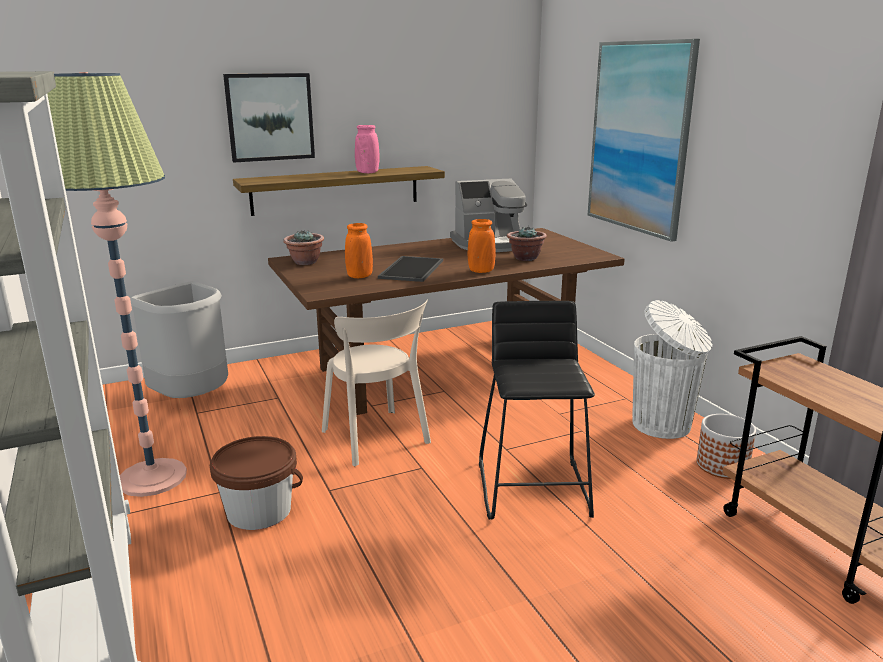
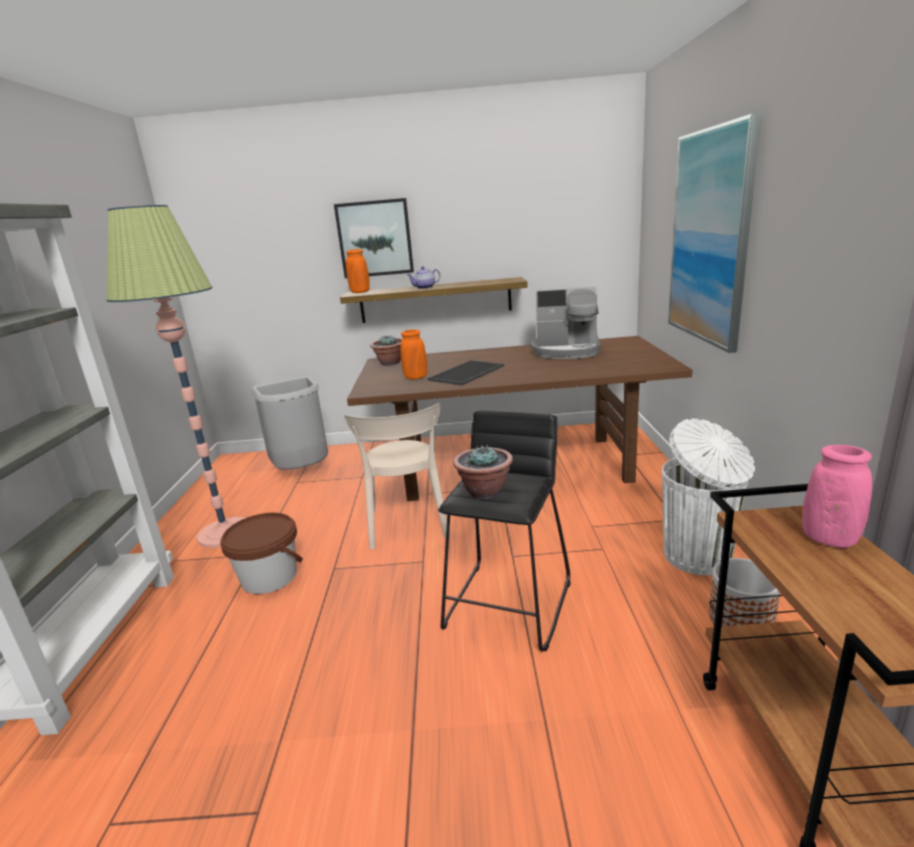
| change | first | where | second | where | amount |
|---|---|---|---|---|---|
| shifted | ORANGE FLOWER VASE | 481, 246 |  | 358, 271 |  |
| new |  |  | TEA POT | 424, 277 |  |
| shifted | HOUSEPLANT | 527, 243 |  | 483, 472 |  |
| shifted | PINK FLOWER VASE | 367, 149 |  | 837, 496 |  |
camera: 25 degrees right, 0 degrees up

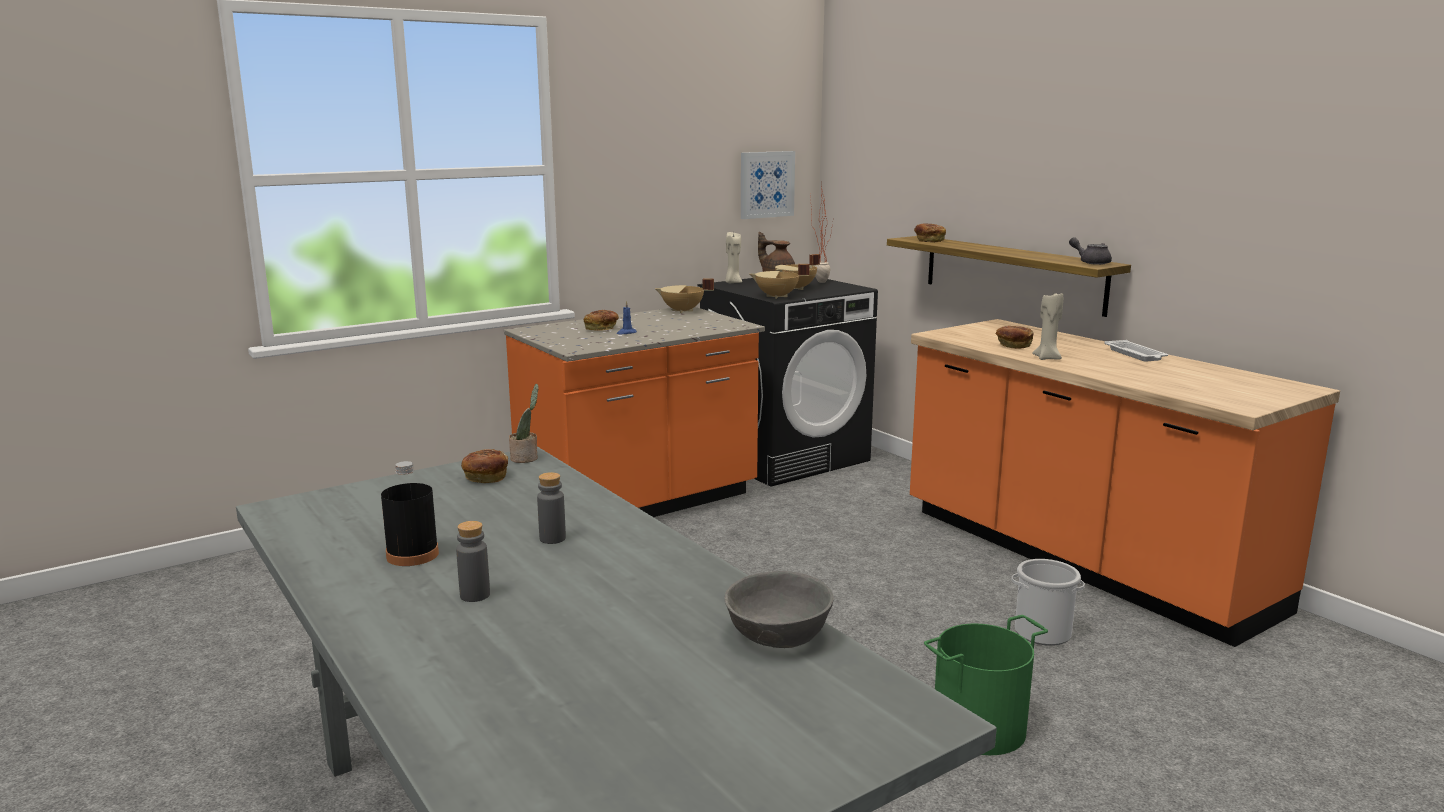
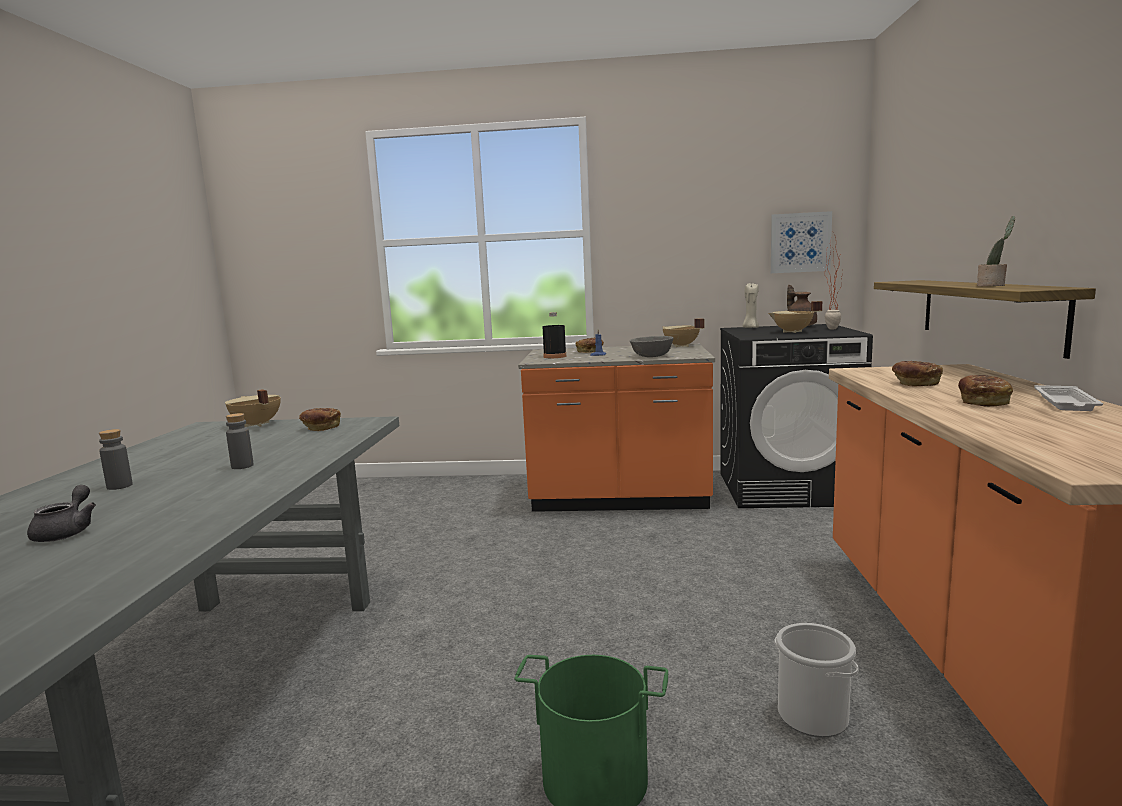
| change | first | where | second | where | amount |
|---|---|---|---|---|---|
| shifted | GREY TEA POT | 1090, 251 |  | 61, 513 |  |
| shifted | BEIGE-COLOURED STOCKPOT | 780, 281 |  | 253, 408 |  |
| shifted | BLACKISH DRINK BOTTLE | 410, 513 |  | 554, 335 |  |
| shifted | GREY DEEP DISH | 779, 609 |  | 651, 346 |  |
| shifted | BAKED BREAD | 930, 233 |  | 985, 391 |  |
| shifted | HOUSEPLANT | 524, 423 |  | 996, 251 |  |
| gone | BEIGE-COLOURED CANDLE | 1047, 326 |  |  |  |
camera: 40 degrees right, 5 degrees down

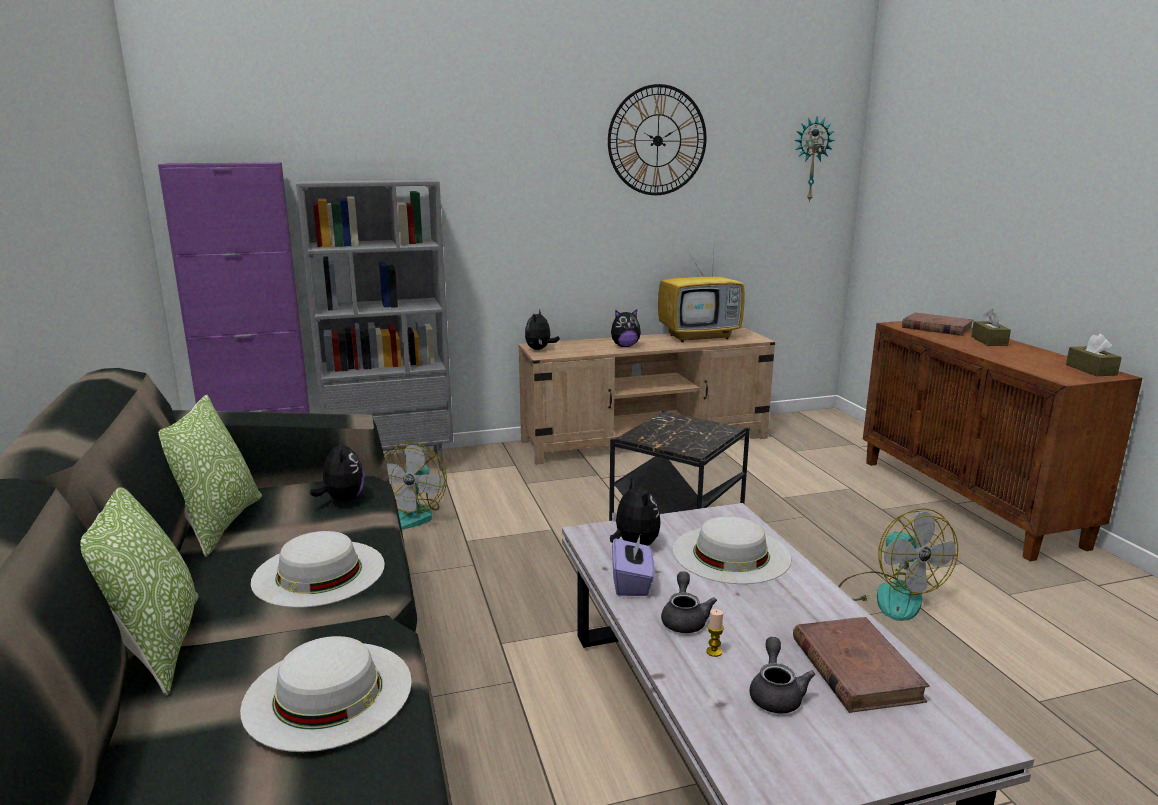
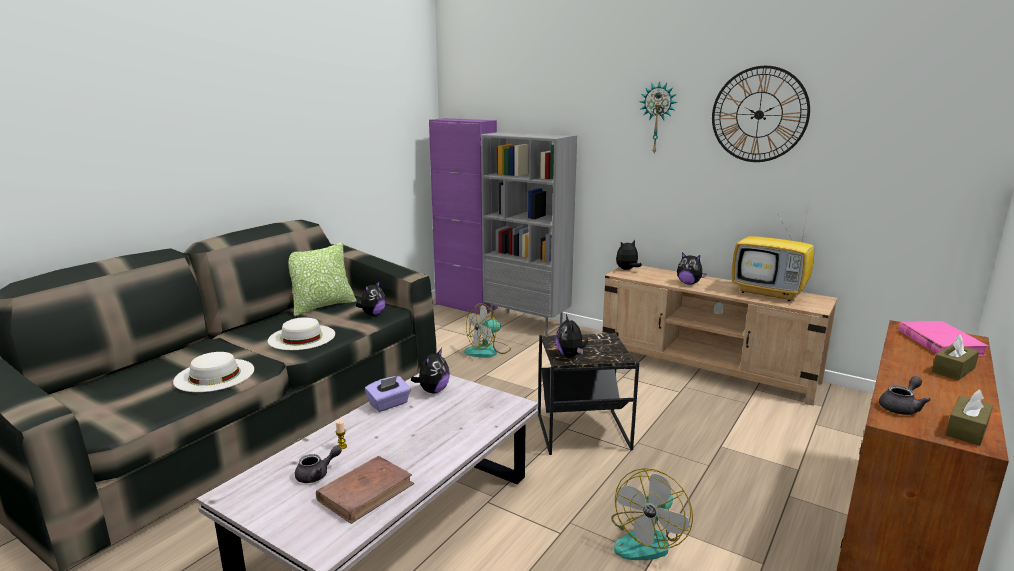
| change | first | where | second | where | amount |
|---|---|---|---|---|---|
| new |  |  | CUDDLY TOY | 572, 336 |  |
| shifted | CLOCK ON THE WALL | 814, 159 |  | 658, 117 |  |
| shifted | GREY TEA POT | 689, 602 |  | 905, 395 |  |
| repainted | BROWN BOUND BOOK | 938, 324 | PINK BOUND BOOK | 944, 338 |  |
| gone | PILLOW | 140, 591 |  |  |  |
| gone | WHITISH CLOTHING HAT | 732, 550 |  |  |  |
camera: 50 degrees right, 0 degrees up

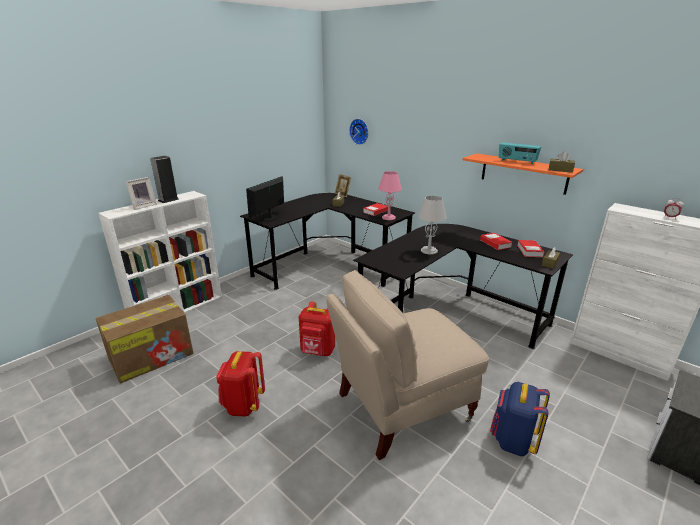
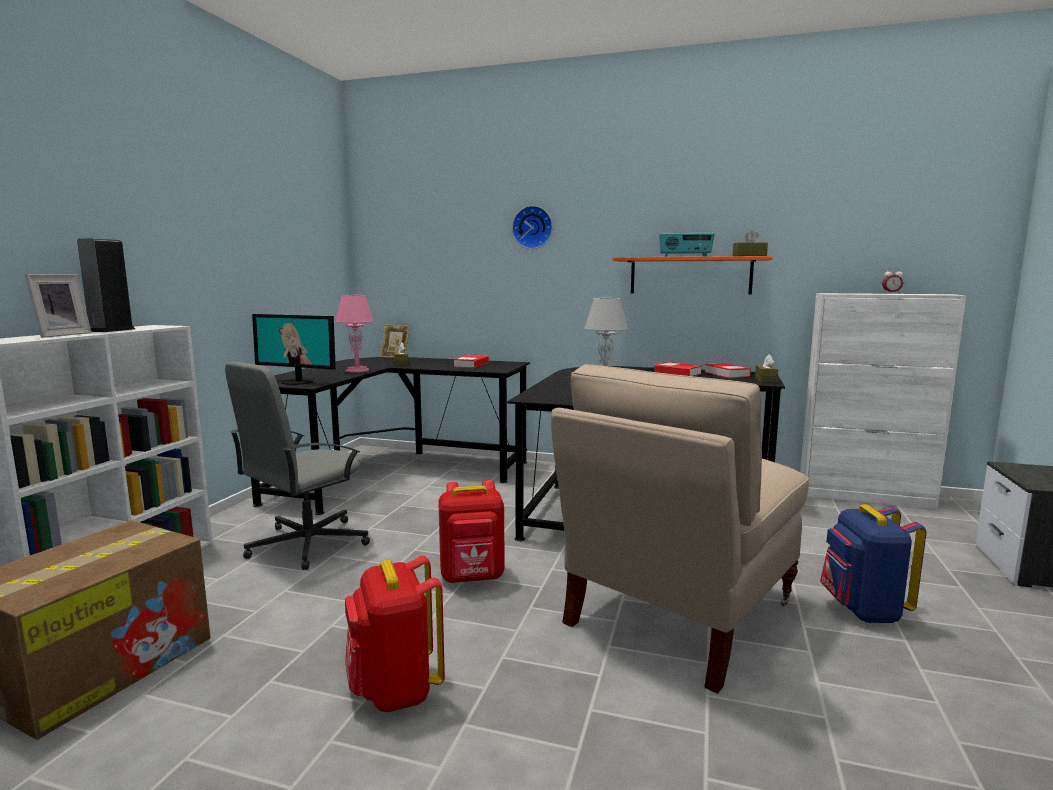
| change | first | where | second | where | amount |
|---|---|---|---|---|---|
| new |  |  | GREY DESK CHAIR | 297, 465 |  |
| rotated | MONITOR | 265, 198 |  | 294, 349 | 75 degrees counterclockwise |
| shifted | PINK TABLETOP LAMP | 390, 195 |  | 354, 334 |  |
| shifted | CLOCK ON THE WALL | 358, 132 |  | 532, 227 |  |
camera: 25 degrees left, 15 degrees down

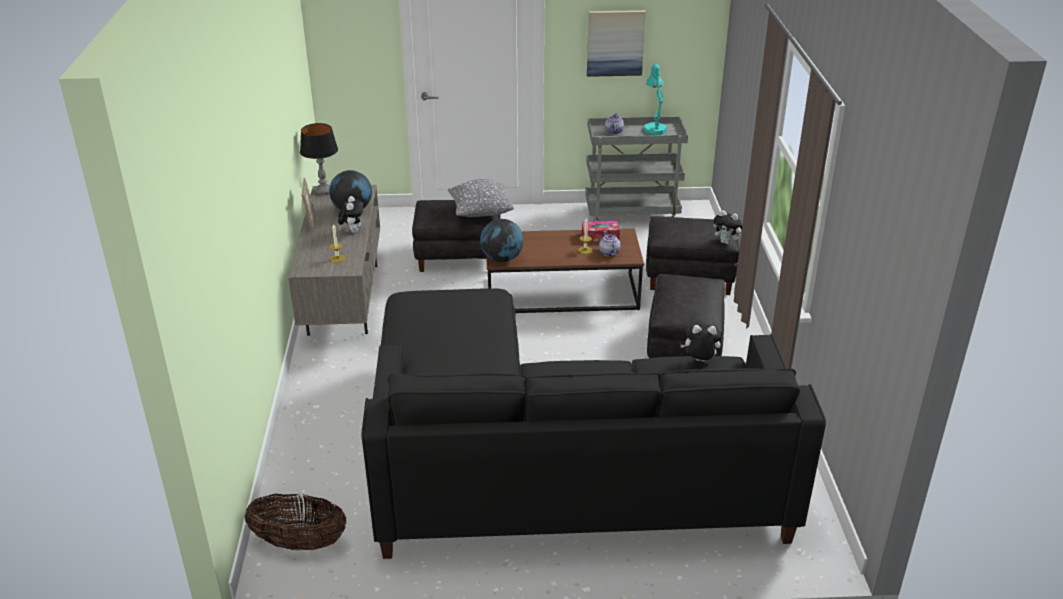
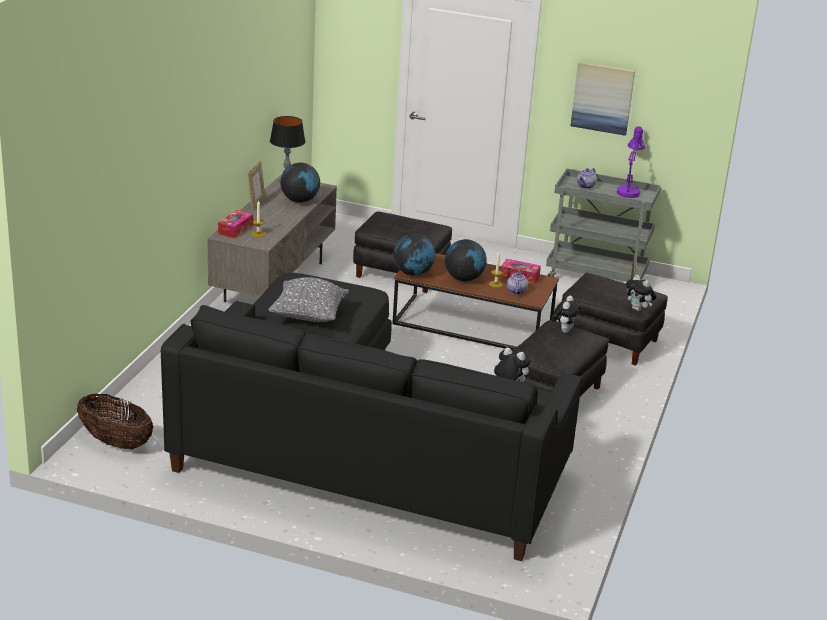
| change | first | where | second | where | amount |
|---|---|---|---|---|---|
| new |  |  | TISSUE BOX | 235, 224 |  |
| shifted | GREY PILLOW | 481, 198 |  | 309, 299 |  |
| new |  |  | DESK GLOBE | 466, 260 |  |
| shifted | CUDDLY TOY | 351, 214 |  | 566, 314 |  |
| repainted | BLUE-GREEN TABLETOP LAMP | 655, 99 | PURPLE TABLETOP LAMP | 631, 162 |  |
camera: 20 degrees right, 5 degrees down

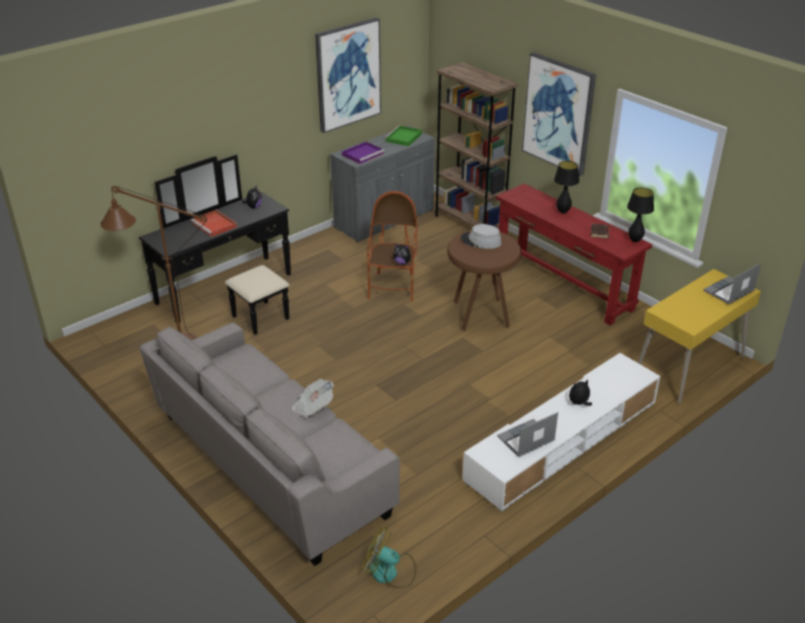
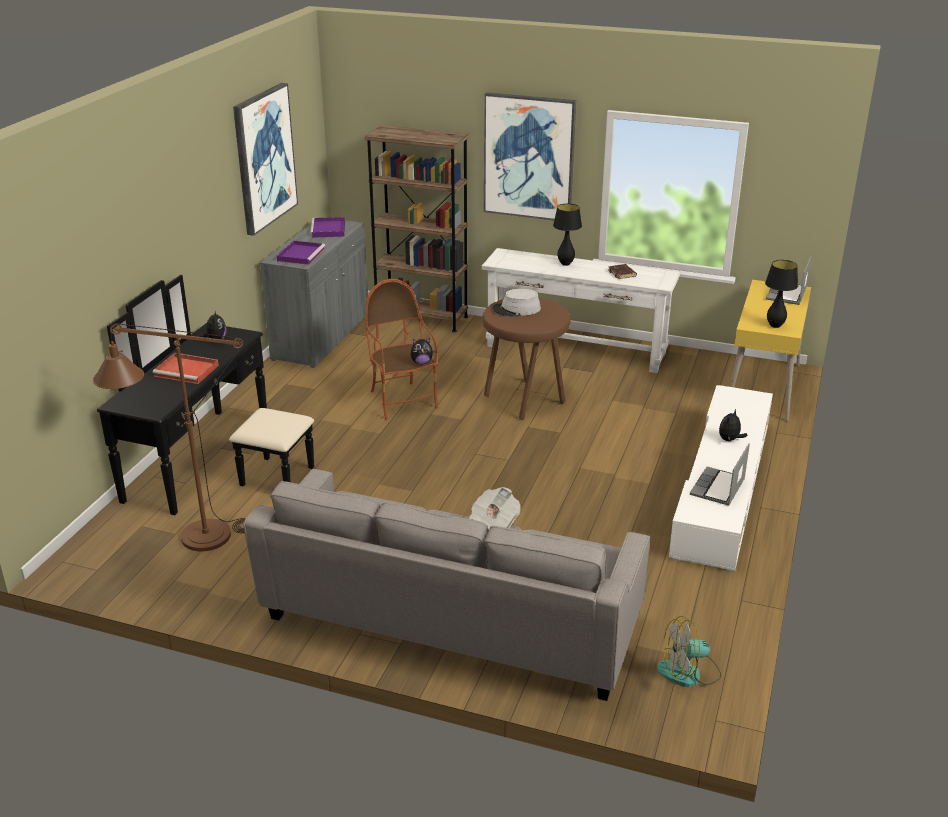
| change | first | where | second | where | amount |
|---|---|---|---|---|---|
| repainted | GREEN TRAY | 403, 136 | PURPLE TRAY | 327, 227 |  |
| repainted | REDDISH HALL TABLE | 574, 254 | WHITISH HALL TABLE | 581, 310 |  |
| shifted | BLACKISH TABLETOP LAMP | 640, 215 |  | 781, 294 |  |
camera: 30 degrees left, 5 degrees down

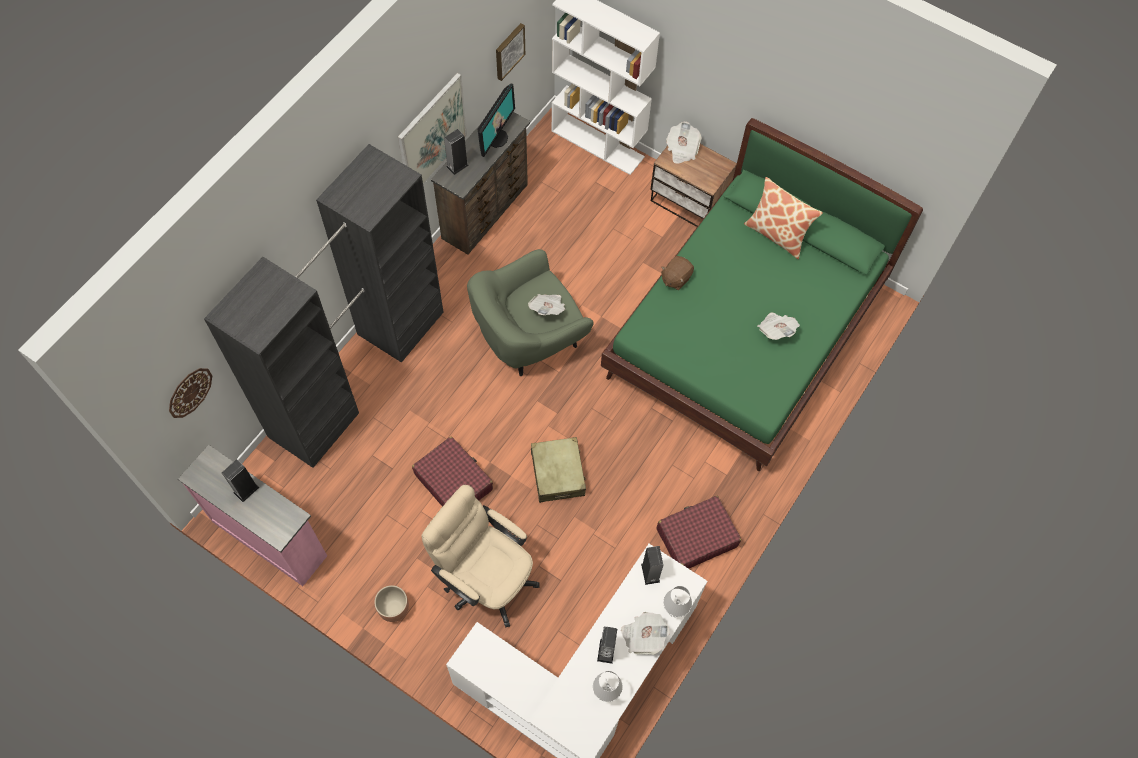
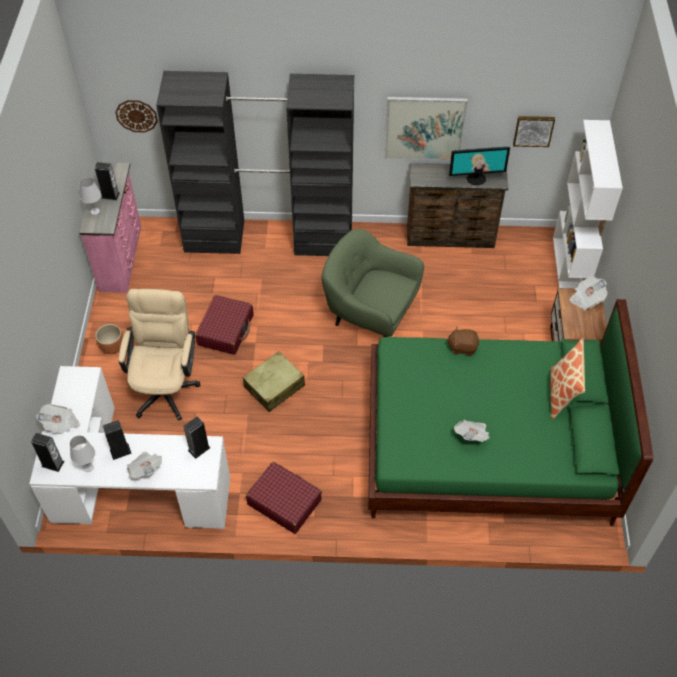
| change | first | where | second | where | amount |
|---|---|---|---|---|---|
| shifted | SPEAKER | 456, 152 |  | 47, 452 |  |
| shifted | DAILY PAPER | 546, 304 |  | 58, 419 |  |
| shifted | WHITISH TABLETOP LAMP | 677, 601 |  | 90, 196 |  |
camera: 60 degrees right, 10 degrees down

